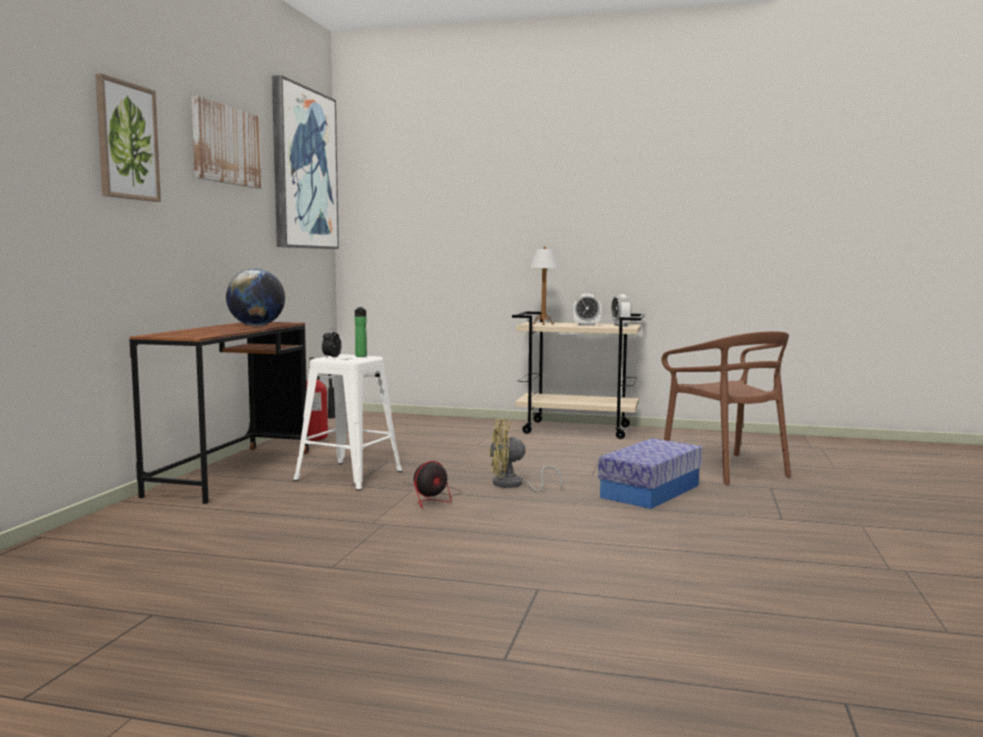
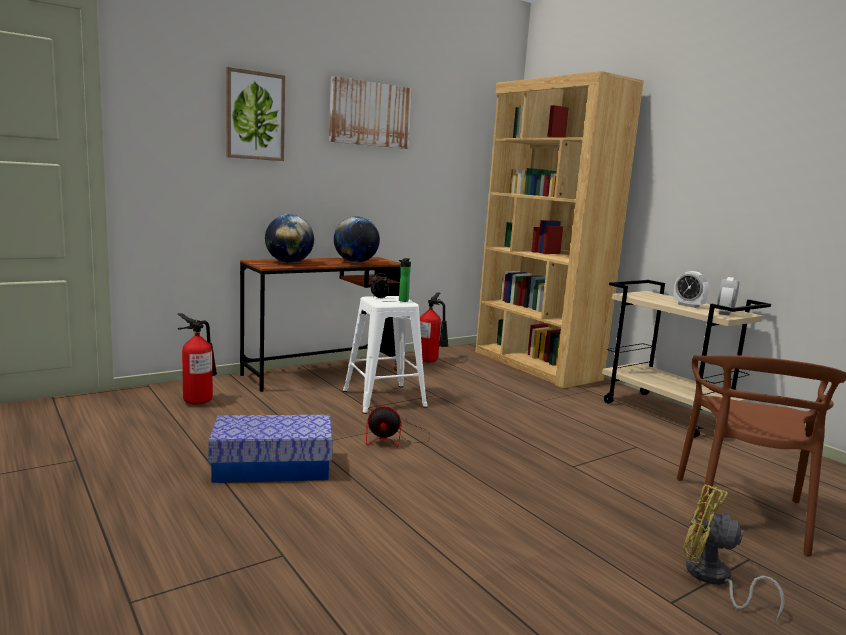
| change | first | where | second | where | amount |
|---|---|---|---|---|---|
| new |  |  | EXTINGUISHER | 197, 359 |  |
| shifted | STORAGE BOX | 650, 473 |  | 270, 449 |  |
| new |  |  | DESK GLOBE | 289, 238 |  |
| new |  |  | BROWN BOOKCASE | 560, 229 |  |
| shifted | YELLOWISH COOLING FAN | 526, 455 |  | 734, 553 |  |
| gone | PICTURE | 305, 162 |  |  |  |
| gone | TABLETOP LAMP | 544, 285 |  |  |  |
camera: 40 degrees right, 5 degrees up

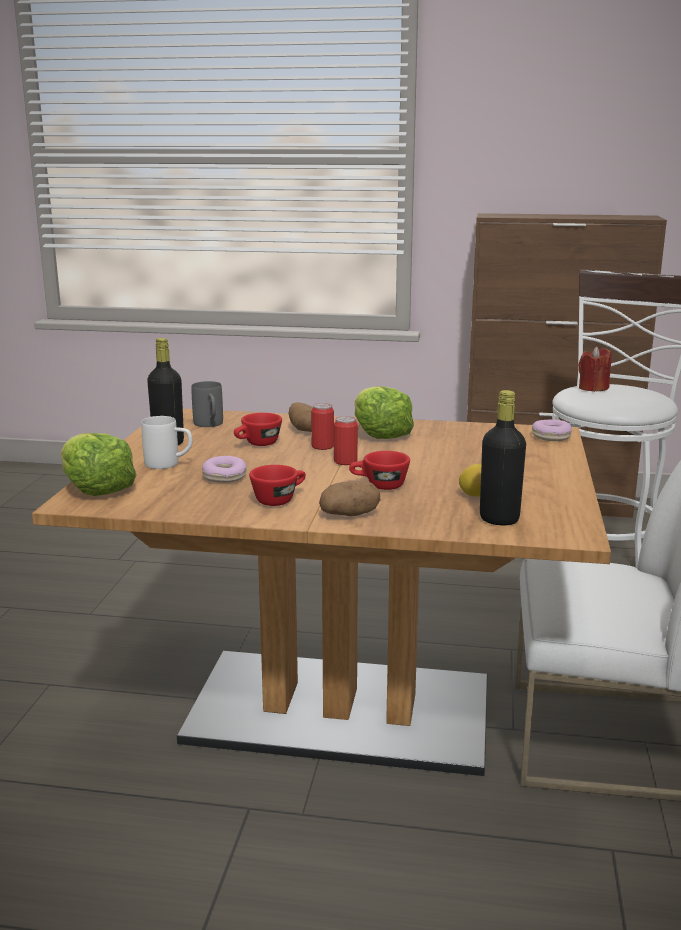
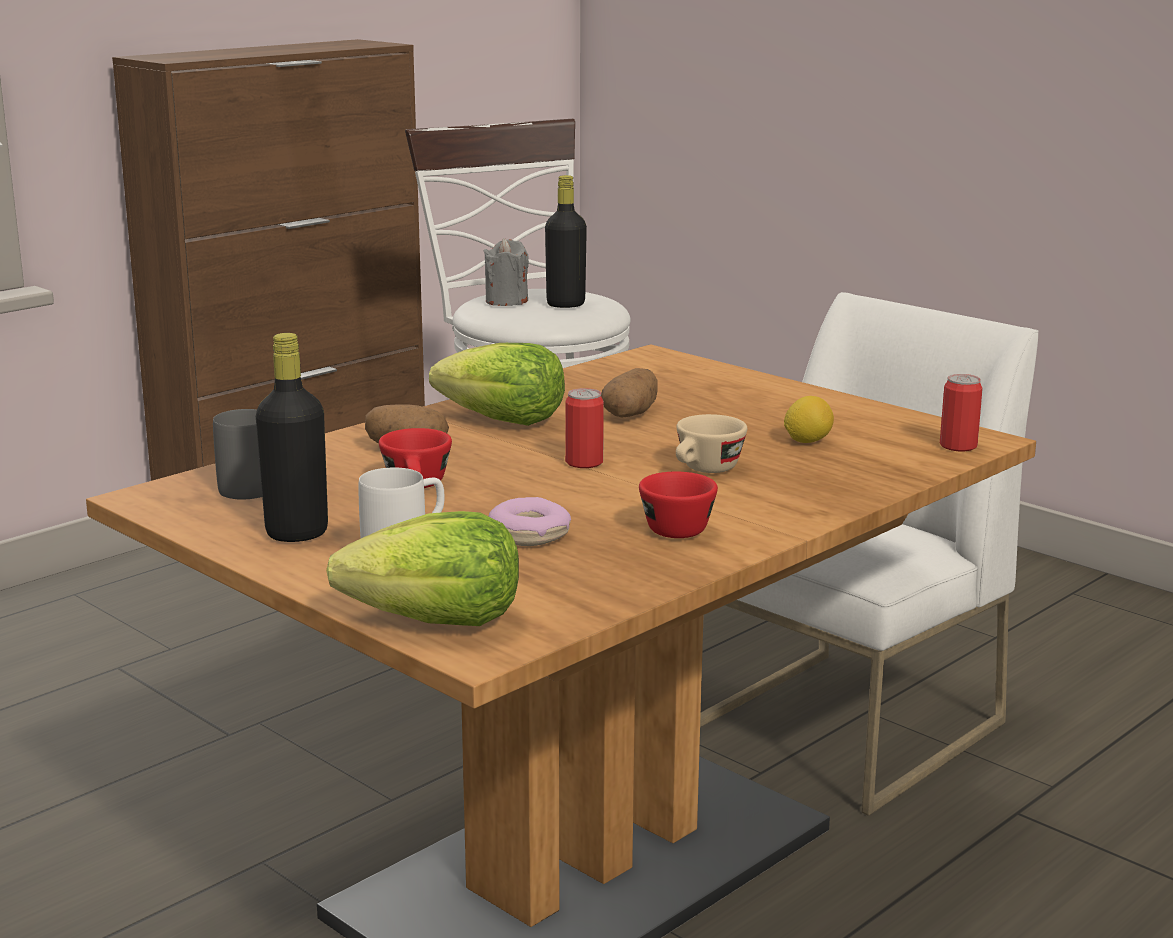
| change | first | where | second | where | amount |
|---|---|---|---|---|---|
| repainted | REDDISH CANDLE | 594, 369 | GREY CANDLE | 506, 272 |  |
| shifted | BLACKISH DRINK BOTTLE | 503, 457 |  | 566, 241 |  |
| shifted | SPUD | 349, 498 |  | 629, 392 |  |
| repainted | REDDISH SMALL CUP | 379, 470 | BEIGE-COLOURED SMALL CUP | 711, 443 |  |
| shifted | METAL CAN | 322, 426 |  | 961, 412 |  |
| gone | RING DOUGHNUT | 552, 430 |  |  |  |
camera: 55 degrees left, 0 degrees up

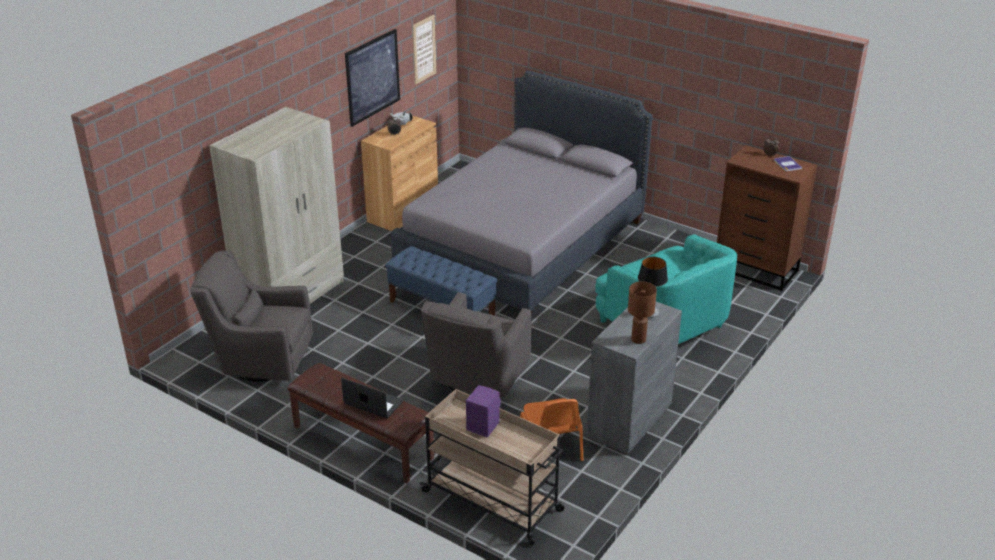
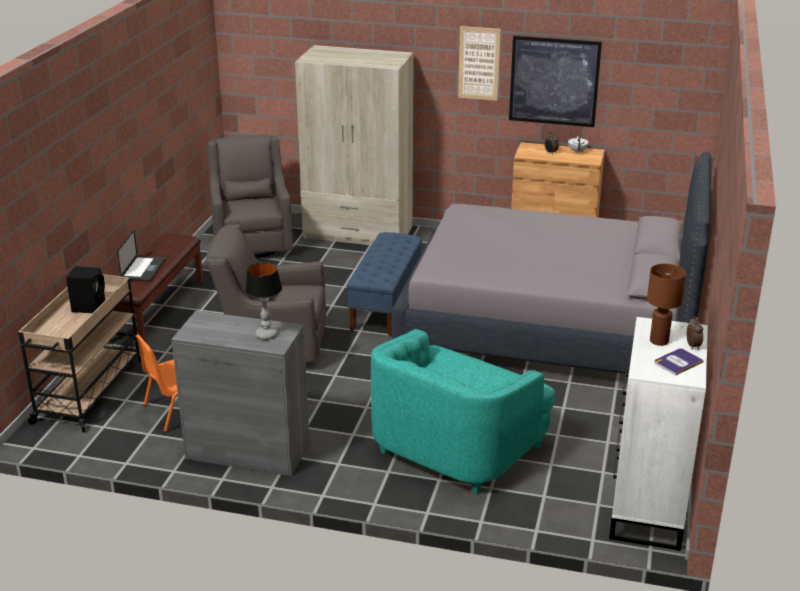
| change | first | where | second | where | amount |
|---|---|---|---|---|---|
| repainted | PURPLE SPEAKER | 483, 411 | BLACKISH SPEAKER | 85, 289 |  |
| shifted | PICTURE | 424, 49 |  | 479, 63 |  |
| repainted | BROWN CHEST OF DRAWERS | 767, 218 | WHITISH CHEST OF DRAWERS | 658, 434 |  |
| shifted | BROWN TABLETOP LAMP | 642, 312 |  | 666, 305 |  |
camera: 70 degrees right, 5 degrees down

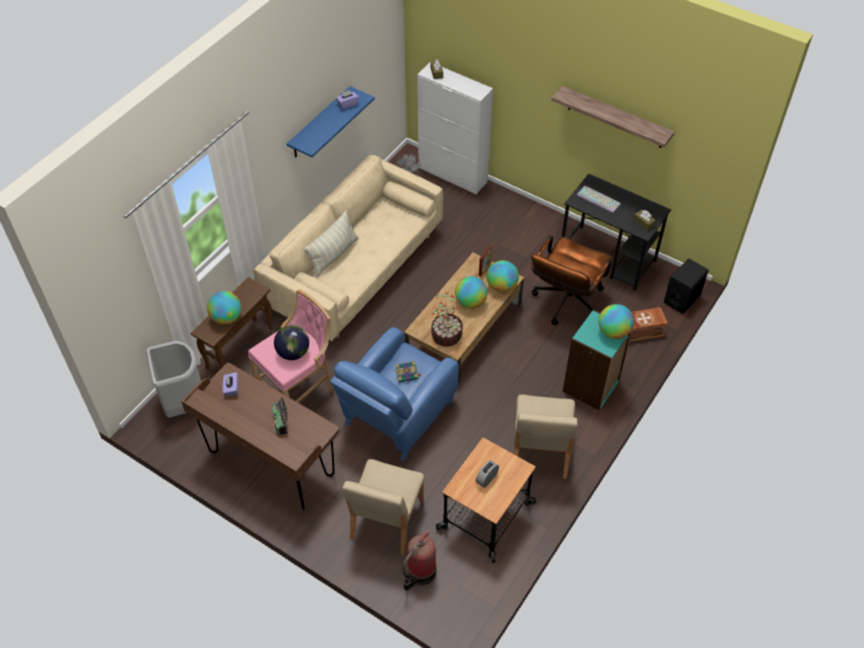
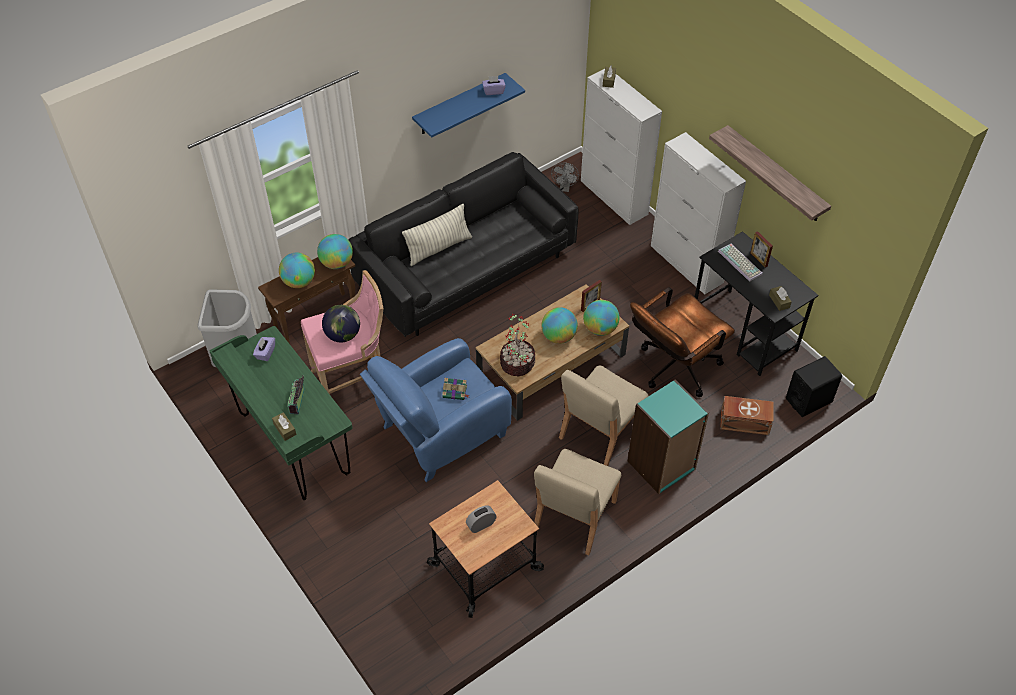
| change | first | where | second | where | amount |
|---|---|---|---|---|---|
| repainted | BROWN DESK TABLE | 260, 436 | GREEN DESK TABLE | 281, 413 |  |
| new |  |  | BROWN TISSUE BOX | 284, 426 |  |
| shifted | DESK GLOBE | 616, 321 |  | 335, 251 |  |
| repainted | BEIGE-COLOURED COUCH | 348, 248 | BLACKISH COUCH | 463, 244 |  |
| shifted | BEIGE-COLOURED UPRIGHT CHAIR | 383, 507 |  | 603, 415 |  |
| new |  |  | WHITISH CUPBOARD | 698, 213 |  |
| new |  |  | STANDING FRAME | 761, 249 |  |
| gone | EXTINGUISHER | 419, 561 |  |  |  |
camera: 20 degrees right, 0 degrees up

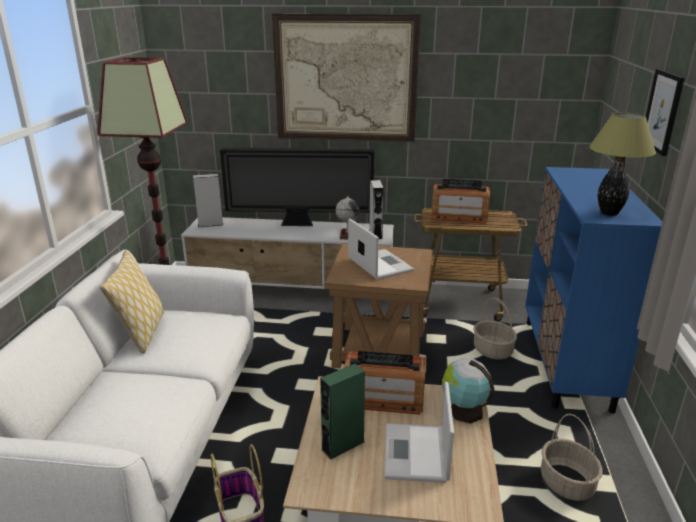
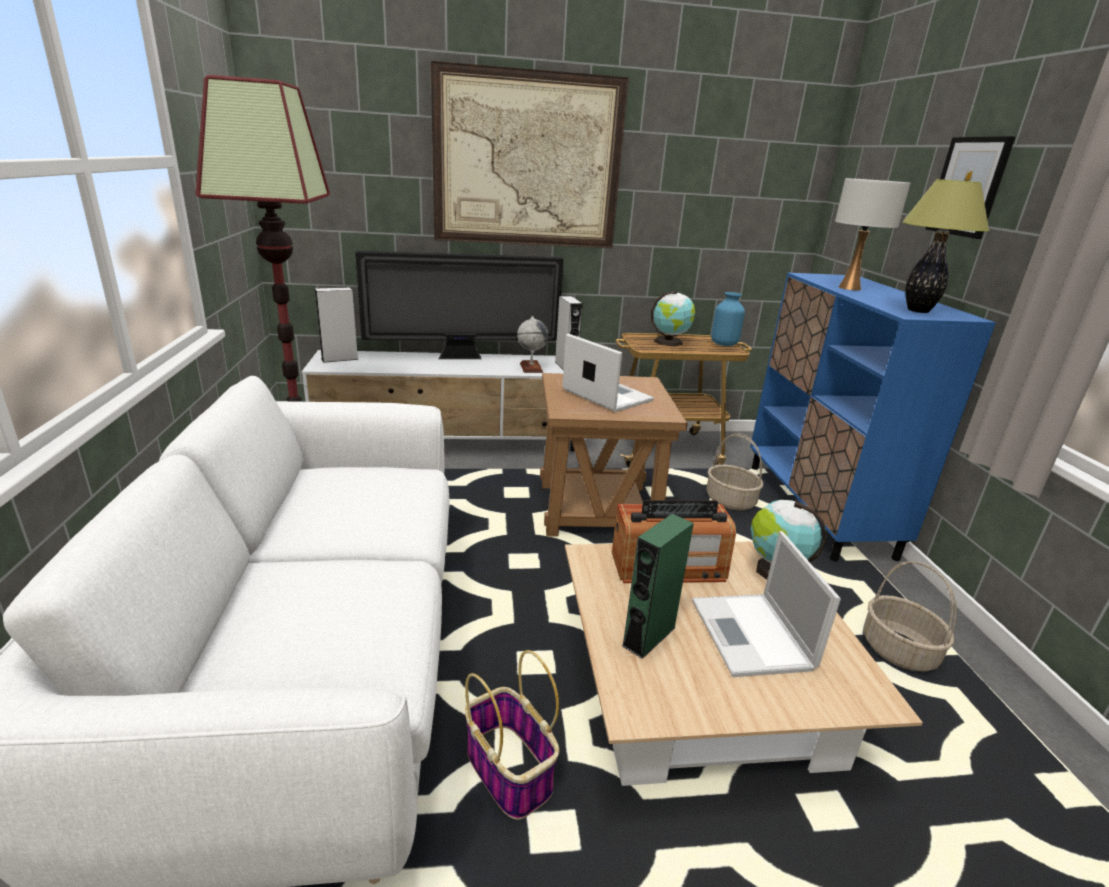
| change | first | where | second | where | amount |
|---|---|---|---|---|---|
| swapped | RADIO RECEIVER | 460, 201 | DESK GLOBE | 673, 318 |  |
| new |  |  | BLUISH FLOWER VASE | 728, 319 |  |
| new |  |  | WHITISH TABLETOP LAMP | 873, 234 |  |
| gone | PILLOW | 132, 302 |  |  |  |
camera: 15 degrees left, 0 degrees up

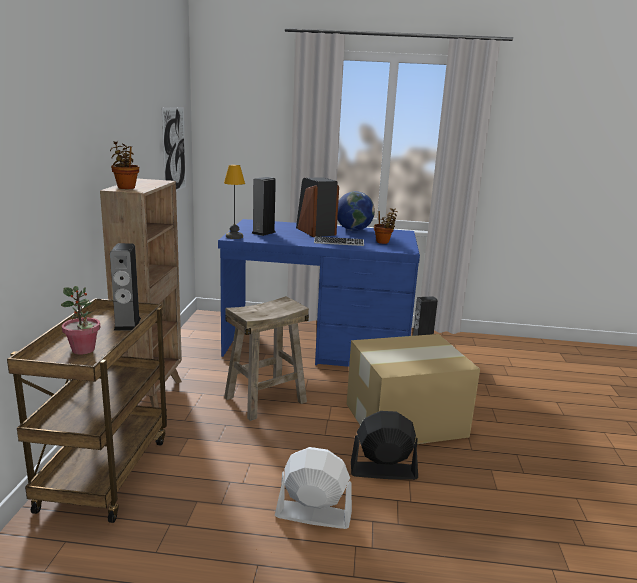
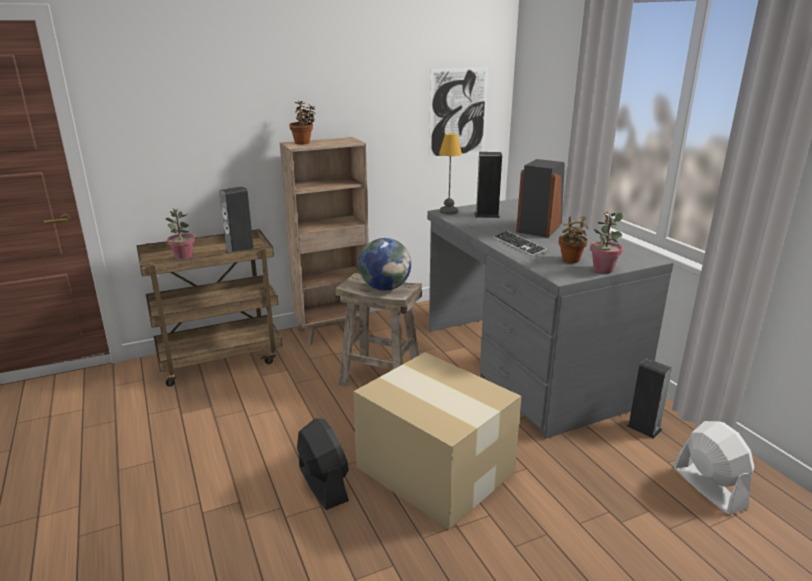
| change | first | where | second | where | amount |
|---|---|---|---|---|---|
| shifted | DESK GLOBE | 356, 211 |  | 385, 264 |  |
| repainted | BLUISH DESK TABLE | 319, 293 | GREY DESK TABLE | 550, 319 |  |
| new |  |  | HOUSEPLANT | 606, 242 |  |
| shifted | WHITISH COOLING FAN | 313, 488 |  | 714, 467 |  |
camera: 60 degrees right, 5 degrees up

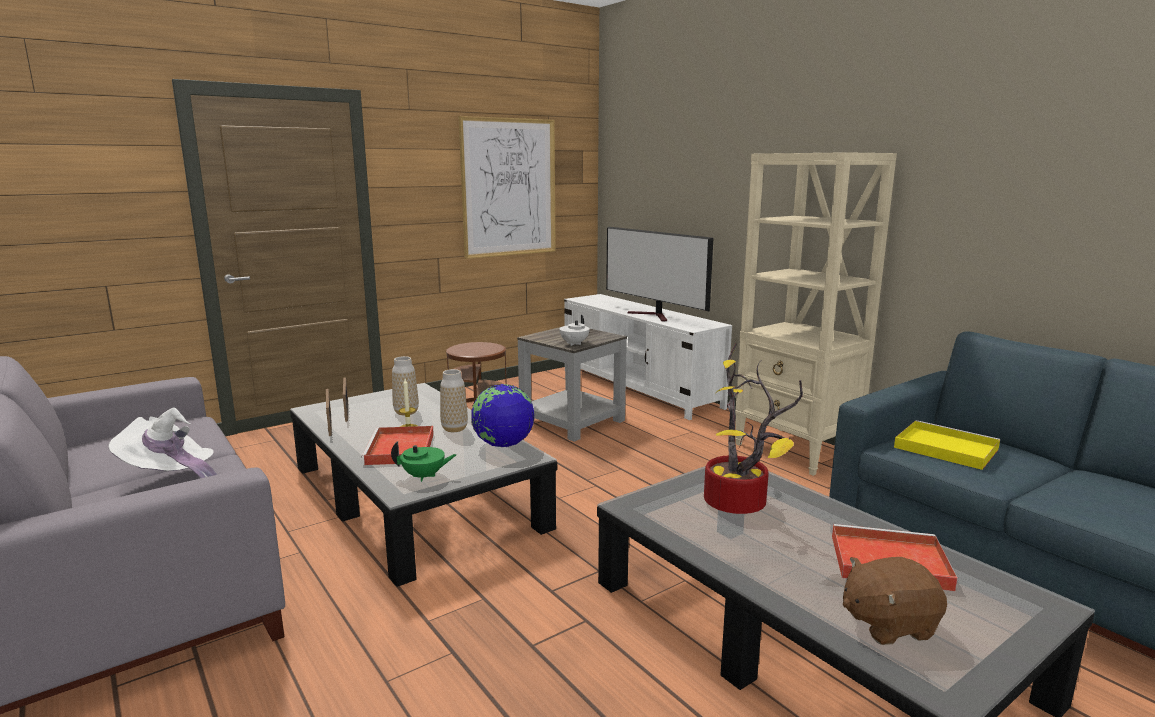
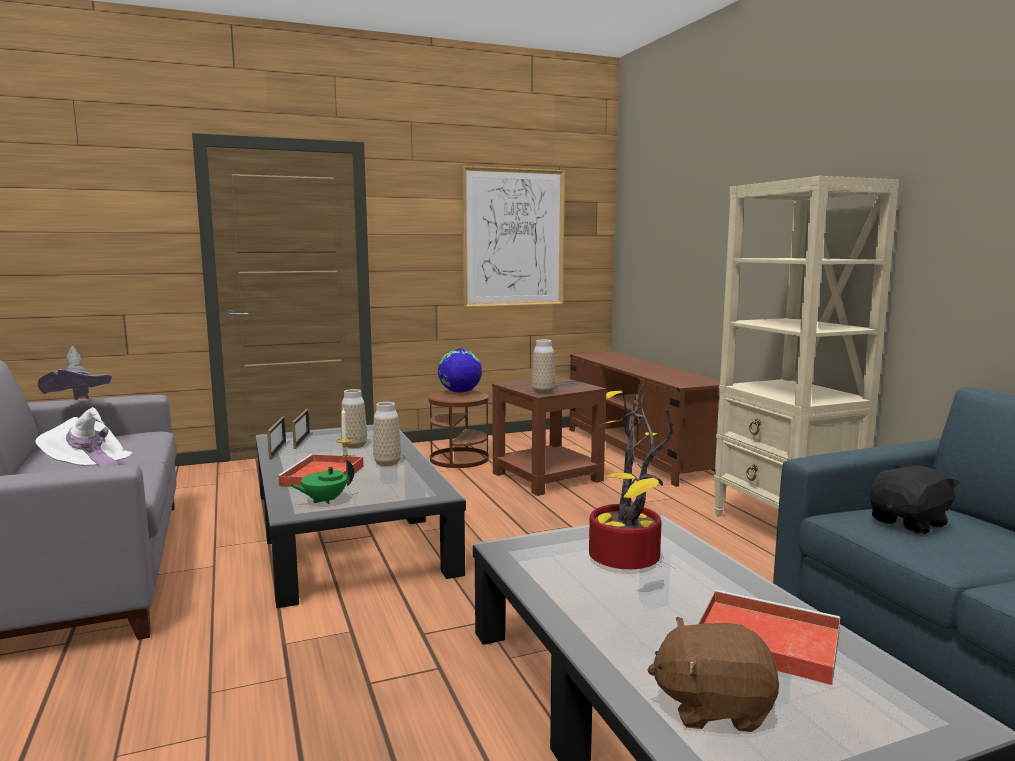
| change | first | where | second | where | amount |
|---|---|---|---|---|---|
| new |  |  | GREY CLOTHING HAT | 75, 373 |  |
| rotated | GREEN TEA POT | 424, 461 |  | 321, 482 | 135 degrees clockwise |
| shifted | DESK GLOBE | 503, 415 |  | 460, 371 |  |
| repainted | GREY SIDE TABLE | 572, 383 | BROWN SIDE TABLE | 549, 436 |  |
| swapped | WHITISH TEA POT | 574, 330 | FLOWER VASE | 543, 367 |  |
| repainted | WHITISH TV STAND | 648, 357 | BROWN TV STAND | 644, 419 |  |
| swapped | YELLOWISH TRAY | 947, 445 | BLACKISH CUDDLY TOY | 915, 499 |  |
| gone | TELEVISION | 659, 274 |  |  |  |
camera: 15 degrees right, 5 degrees down

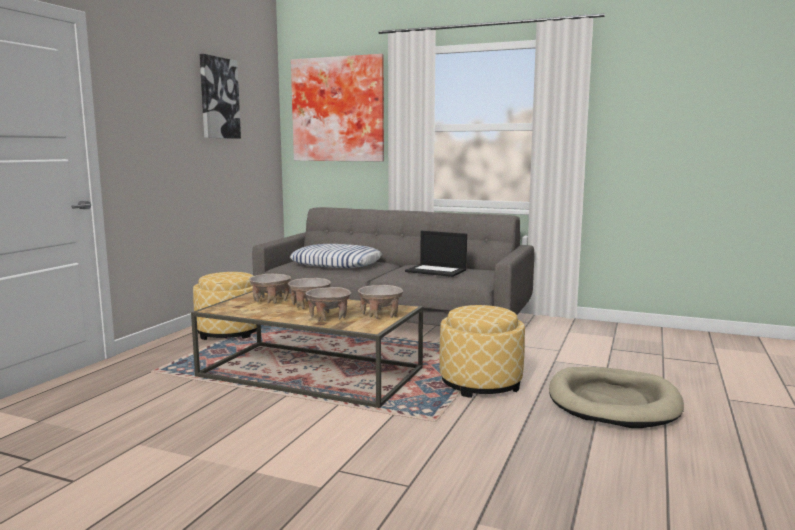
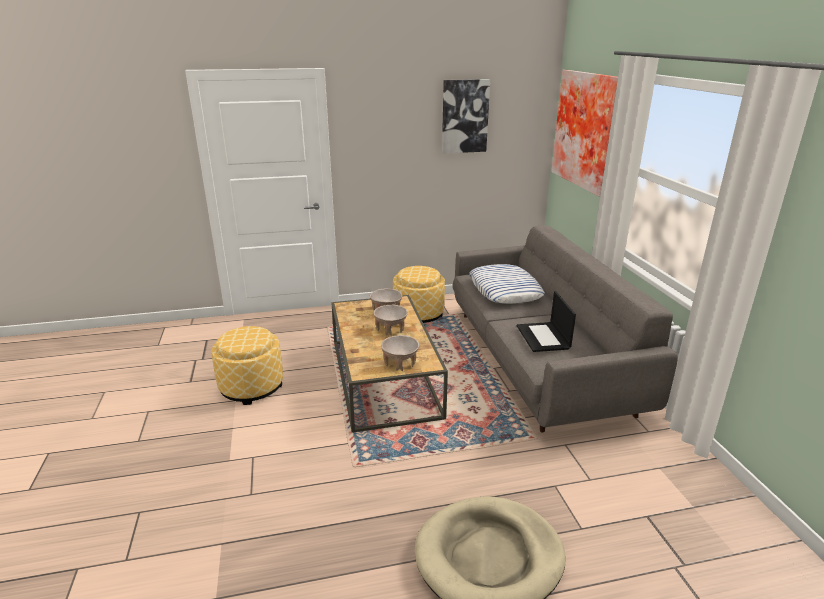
| change | first | where | second | where | amount |
|---|---|---|---|---|---|
| shifted | FOOTREST | 482, 351 |  | 247, 365 |  |
| gone | BEIGE-COLOURED DEEP DISH | 328, 304 |  |  |  |
camera: 55 degrees right, 15 degrees up

